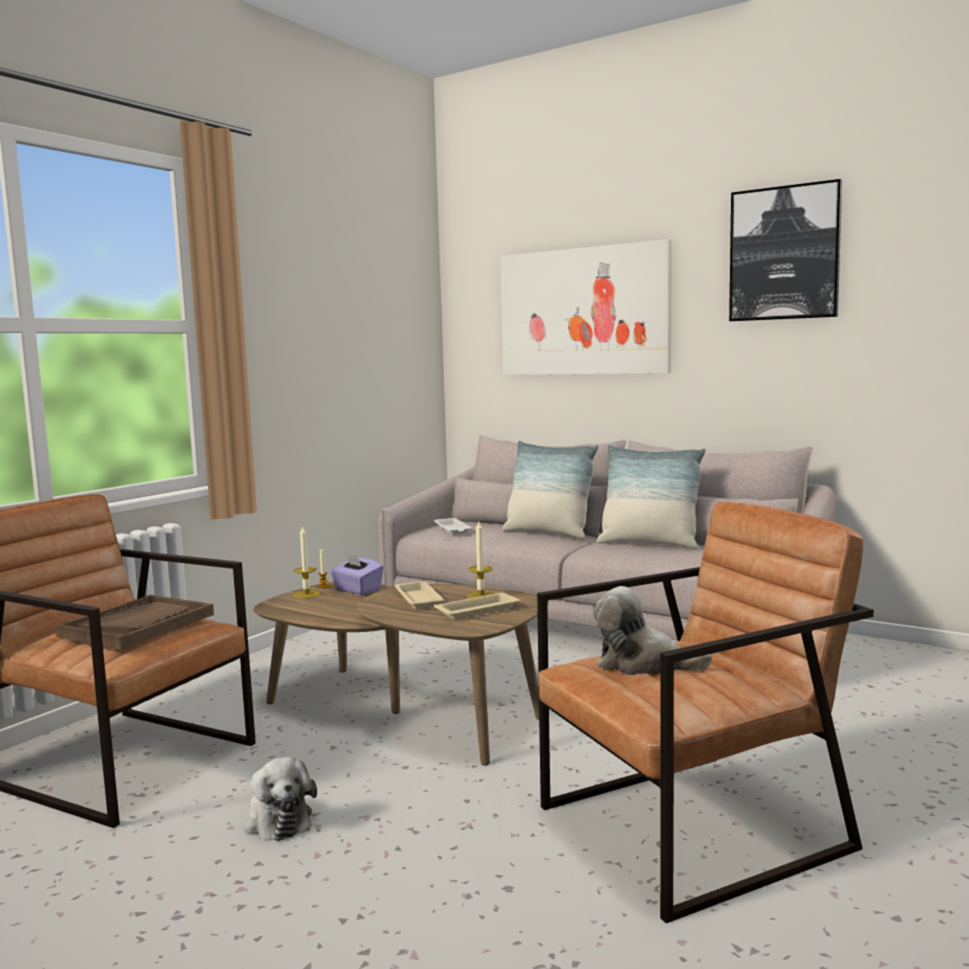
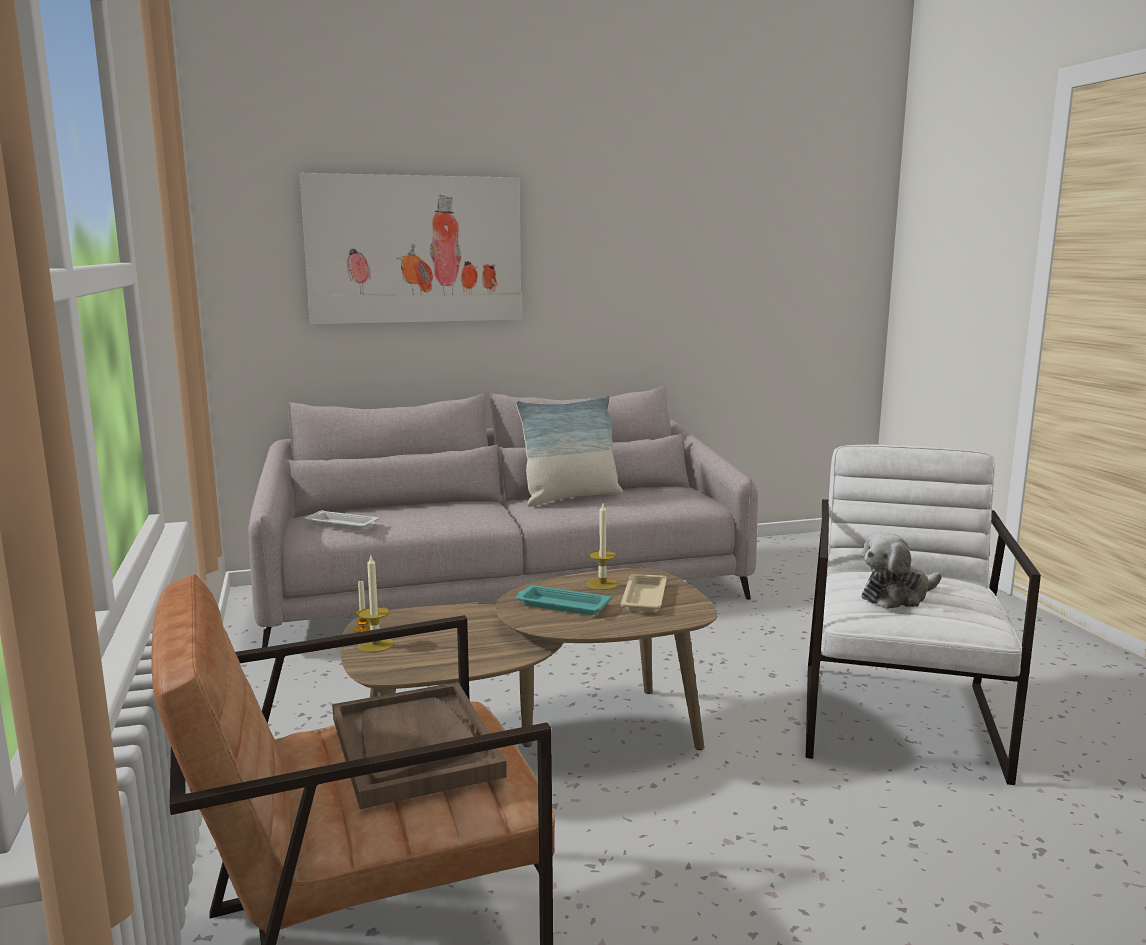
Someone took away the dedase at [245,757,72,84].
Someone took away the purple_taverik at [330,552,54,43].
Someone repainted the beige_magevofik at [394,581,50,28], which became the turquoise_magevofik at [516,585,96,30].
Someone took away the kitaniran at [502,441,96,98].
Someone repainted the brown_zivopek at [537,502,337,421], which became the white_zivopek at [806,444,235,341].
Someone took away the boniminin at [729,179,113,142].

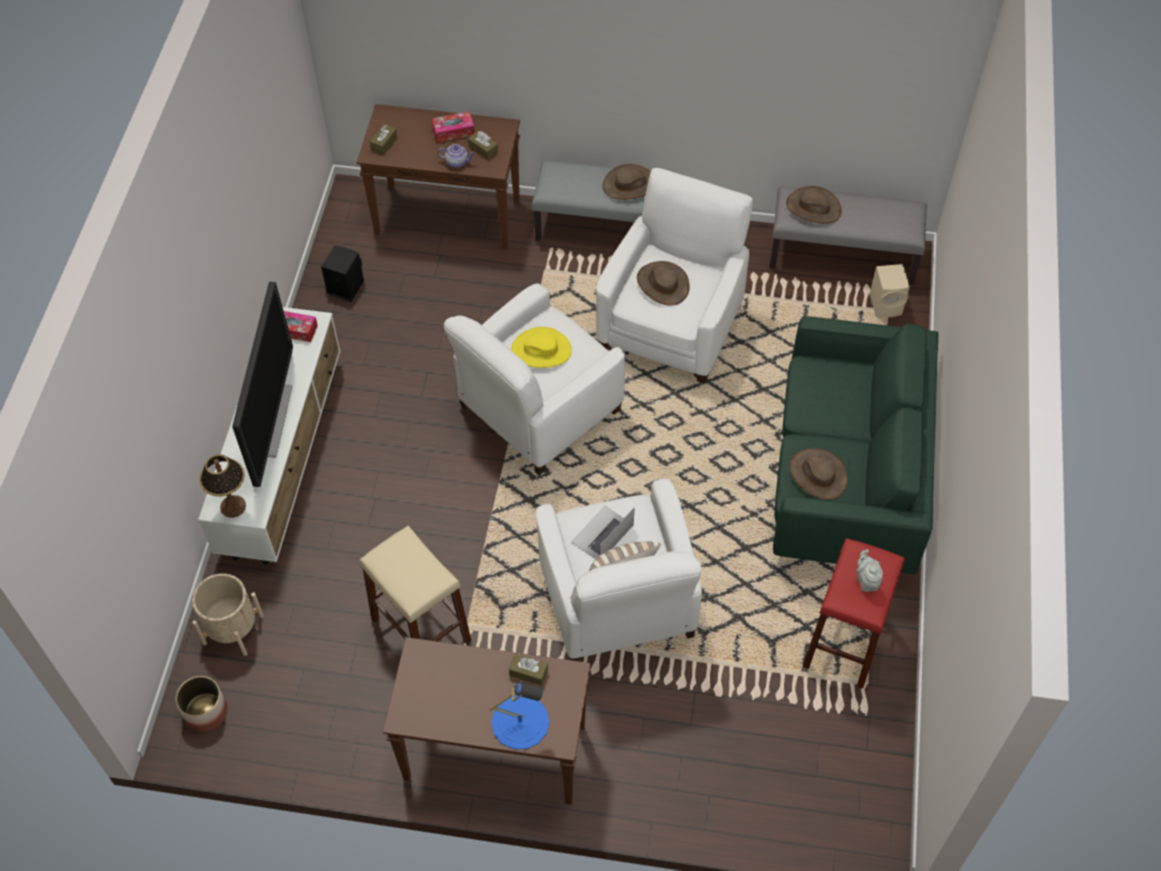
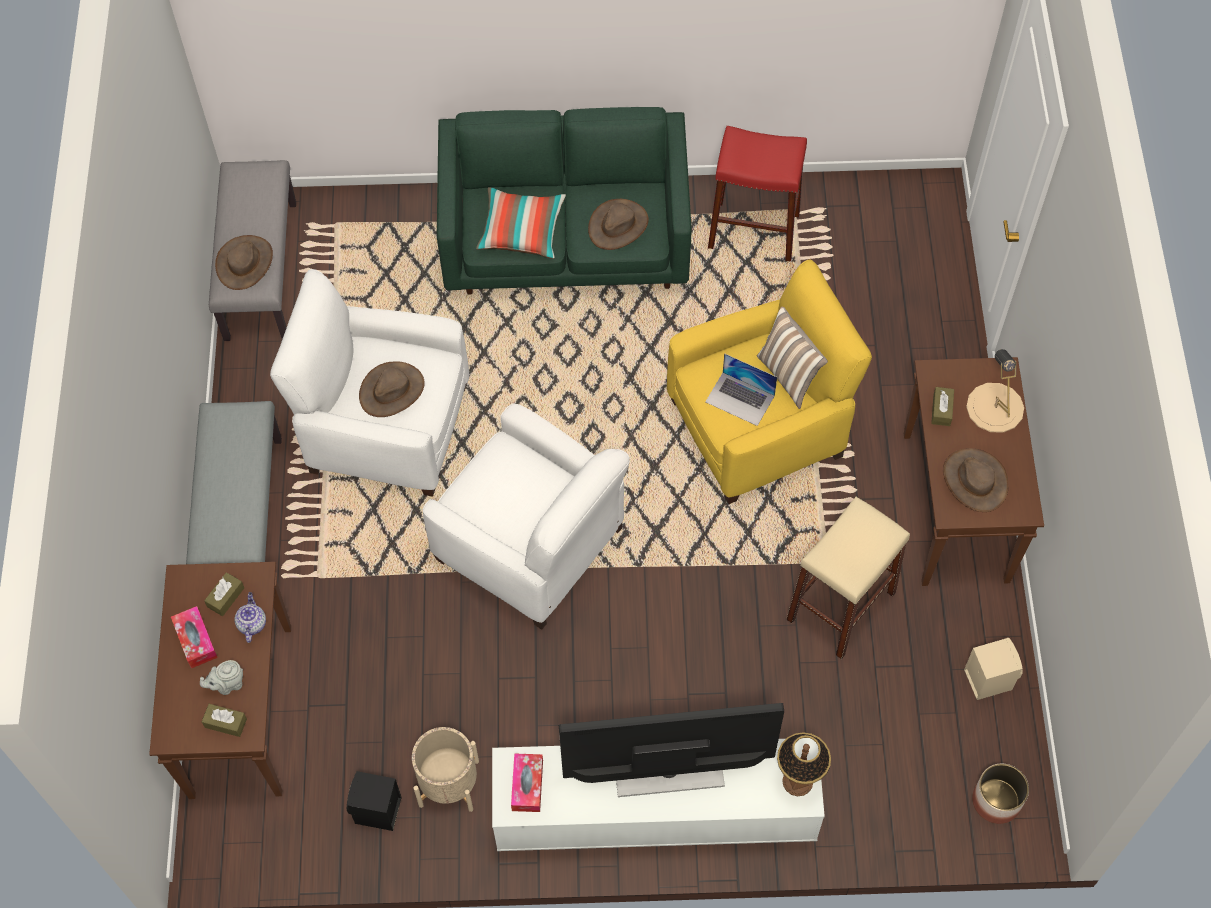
Someone carried the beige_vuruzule from [192,573,72,83] to [412,727,67,85].
Someone repainted the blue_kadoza at [489,681,61,68], which became the beige_kadoza at [966,349,58,84].
Someone took away the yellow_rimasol at [511,327,61,41].
Someone repainted the white_zivopek at [536,479,166,182], which became the yellow_zivopek at [667,260,205,244].
Someone carried the brown_rimasol from [602,164,49,36] to [943,448,66,64].
Someone carried the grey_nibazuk from [856,549,27,43] to [200,660,43,35].
Someone carried the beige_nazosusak from [870,264,40,53] to [964,638,59,62].
Someone put down the kitaniran at [476,187,90,72].

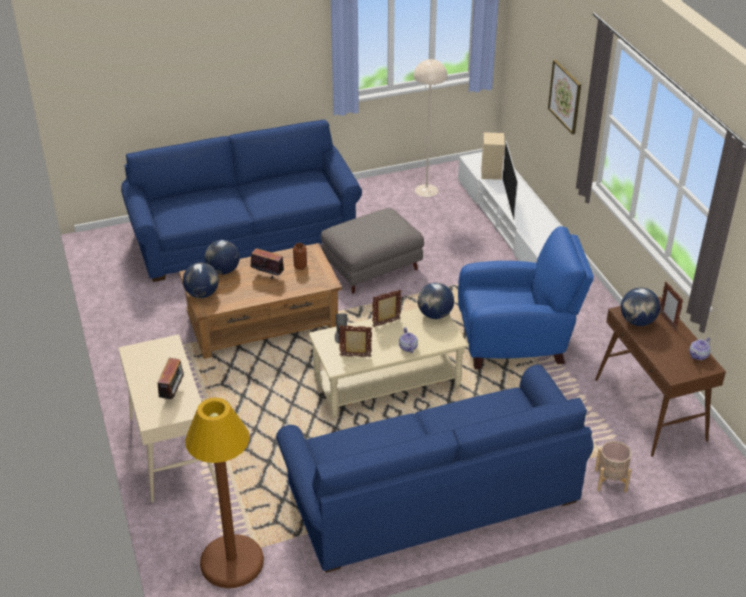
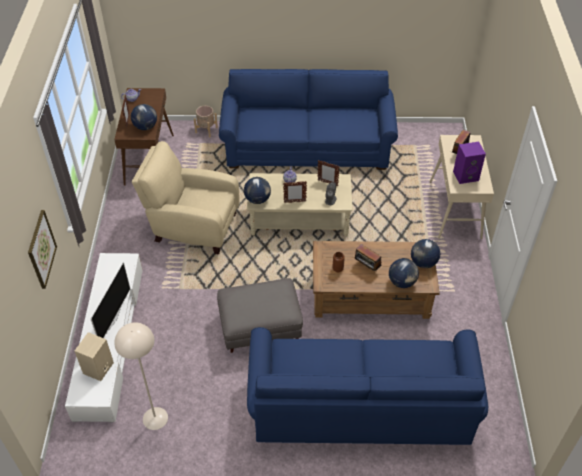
Someone took away the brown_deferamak at [185,397,79,191].
Someone repainted the blue_zivopek at [458,226,136,143], which became the beige_zivopek at [132,141,107,113].
Someone put down the purple_nazosusak at [453,142,33,42].

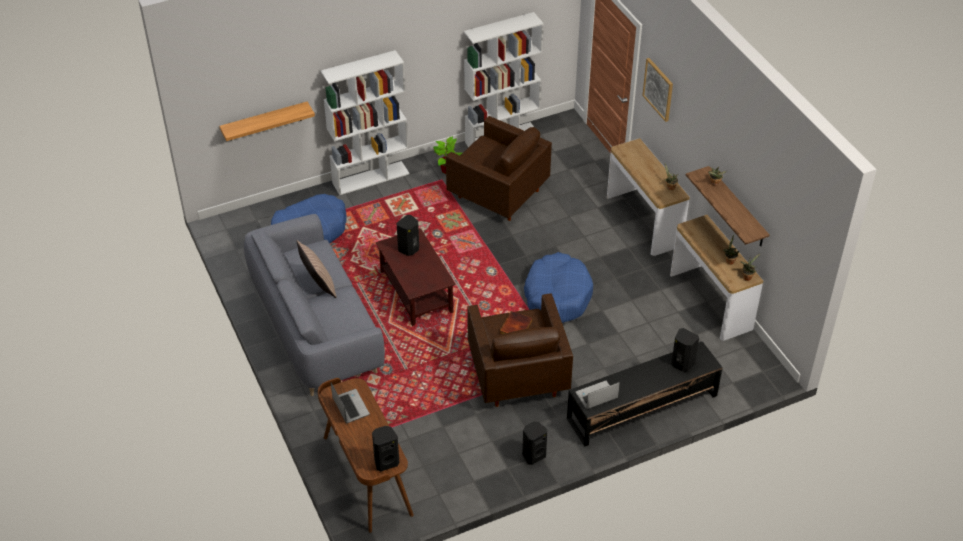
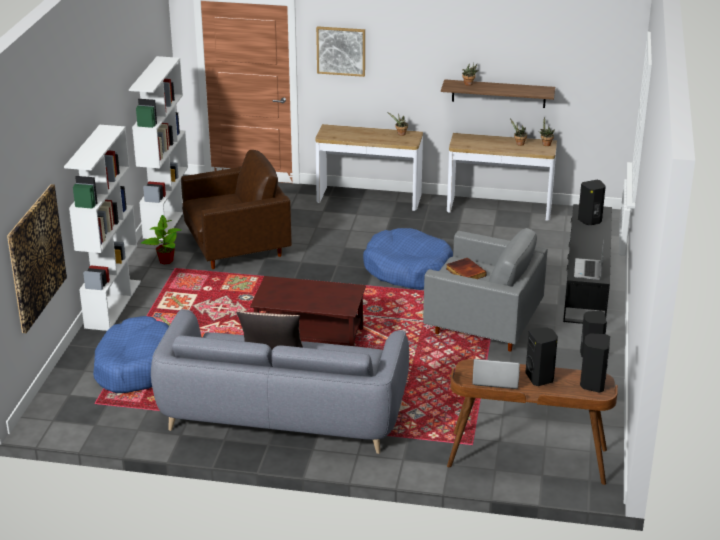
Someone swapped the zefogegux at [220,102,95,39] for the boniminin at [7,184,60,149].
Someone carried the black_nazosusak from [397,215,22,41] to [525,327,33,59].
Someone repainted the brown_zivopek at [467,293,106,114], which became the grey_zivopek at [423,228,125,124].

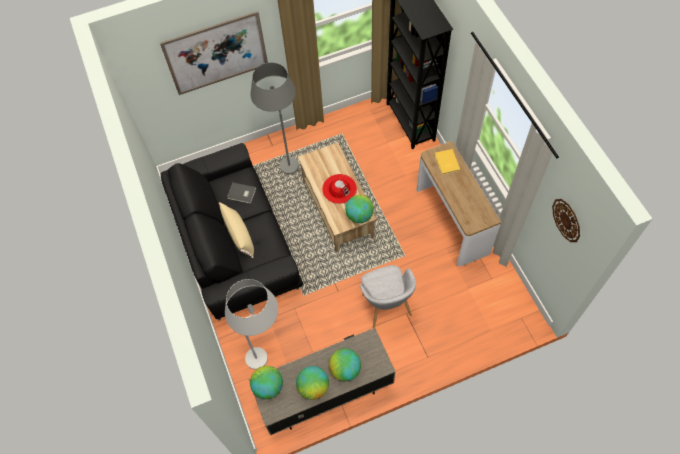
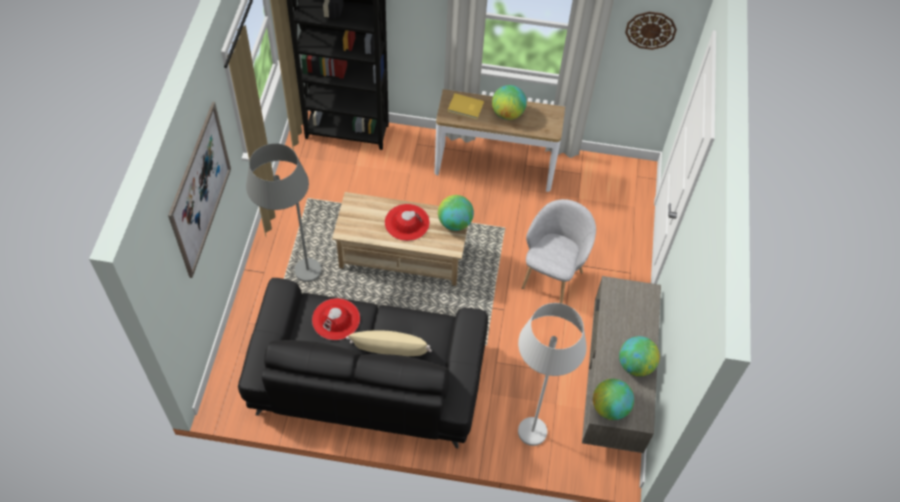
Someone swapped the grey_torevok at [227,183,29,21] for the red_rimasol at [312,298,48,42].
Someone carried the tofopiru from [329,348,32,33] to [492,85,35,35].
Someone rotated the grey_zivopek at [360,265,56,63] by 75 degrees counterclockwise.

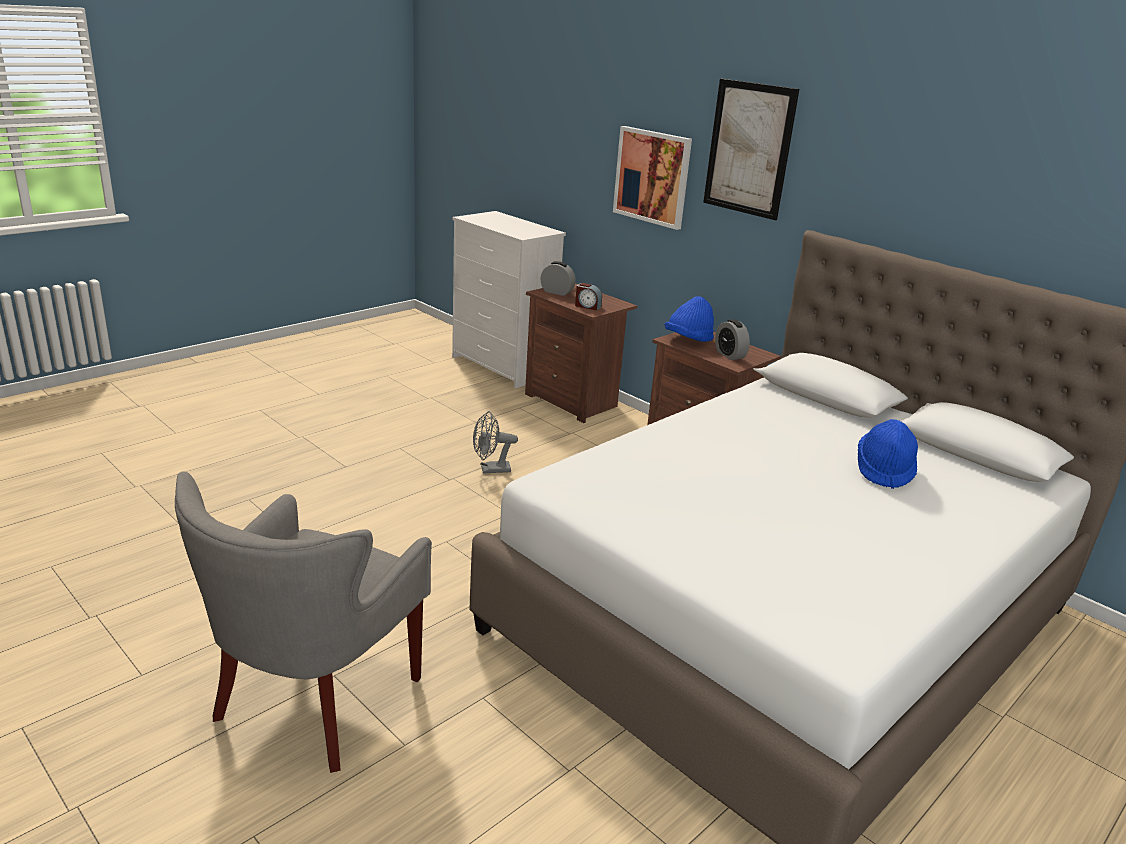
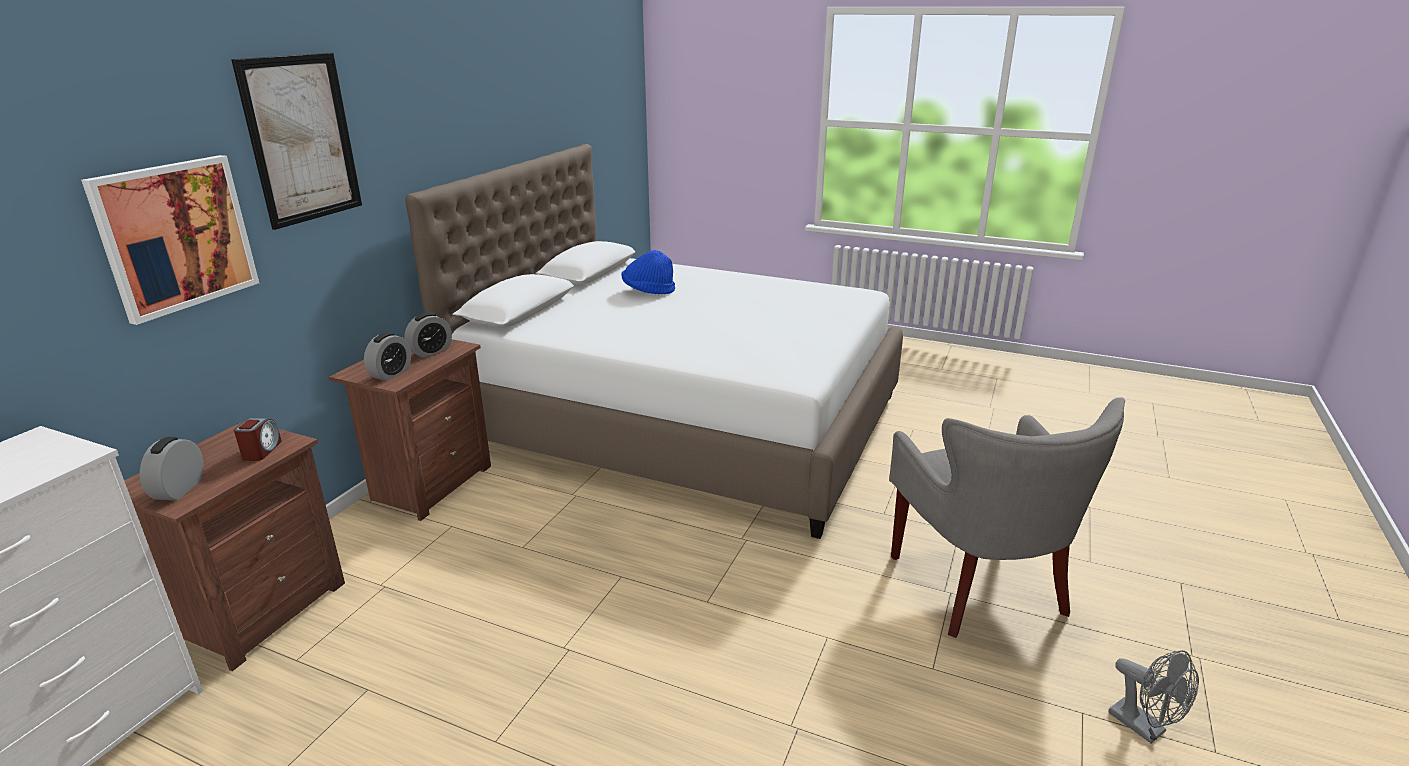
Someone rotated the grey_zivopek at [175,471,257,302] by 75 degrees clockwise.
Someone carried the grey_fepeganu from [473,411,45,62] to [1108,650,91,93].
Someone swapped the blue_rimasol at [665,296,49,46] for the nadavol at [364,332,47,49].

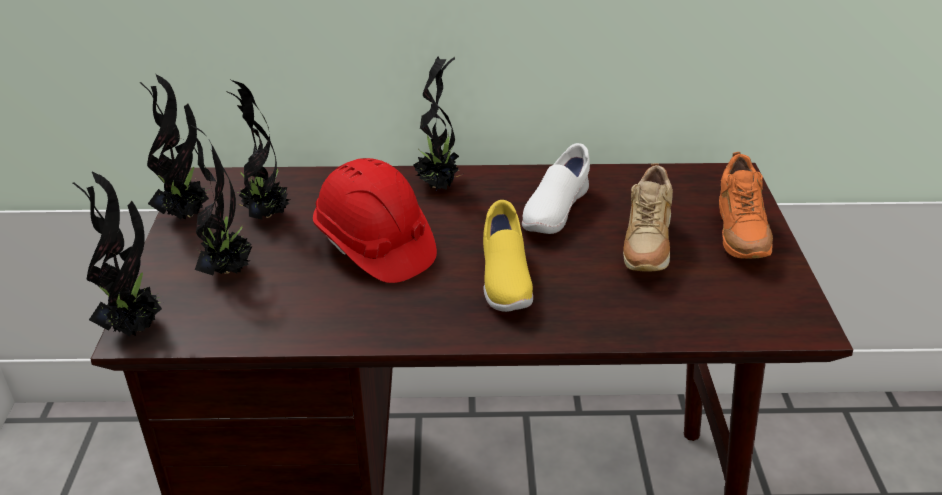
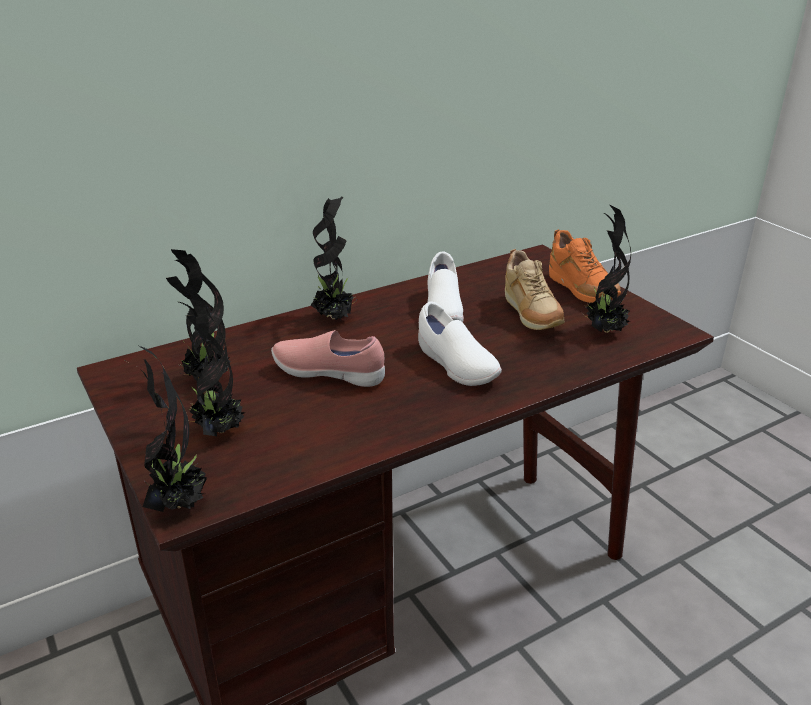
Someone carried the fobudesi from [139,74,71,146] to [581,205,50,128].
Someone swapped the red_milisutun at [313,158,124,125] for the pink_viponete at [271,330,114,57].
Someone repainted the yellow_viponete at [483,200,50,112], which became the white_viponete at [418,302,84,84].

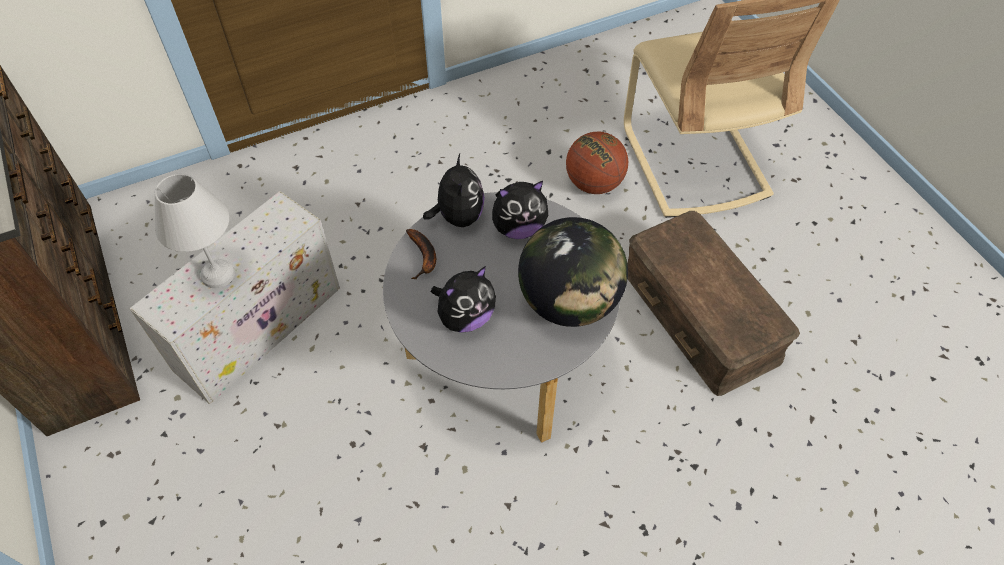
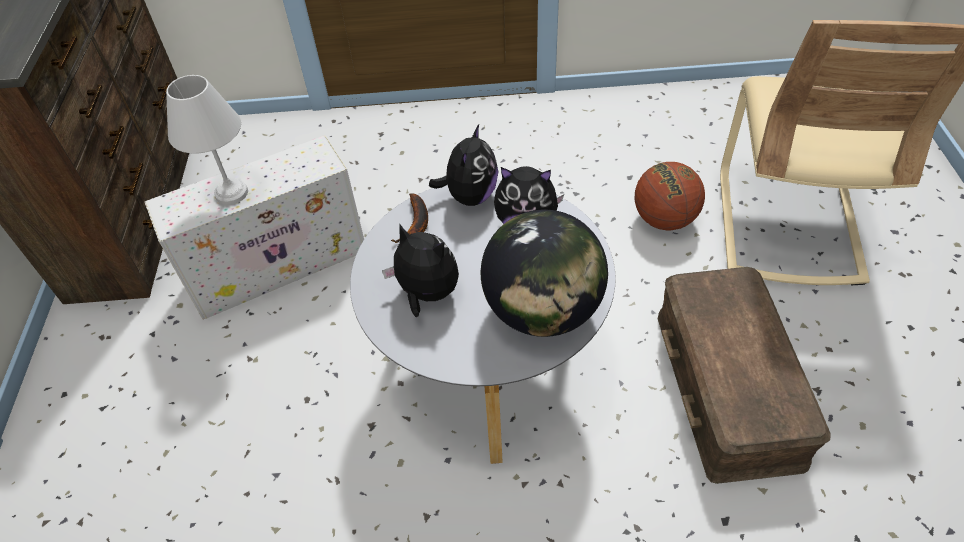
Someone rotated the dedase at [431,266,65,66] by 135 degrees counterclockwise.

